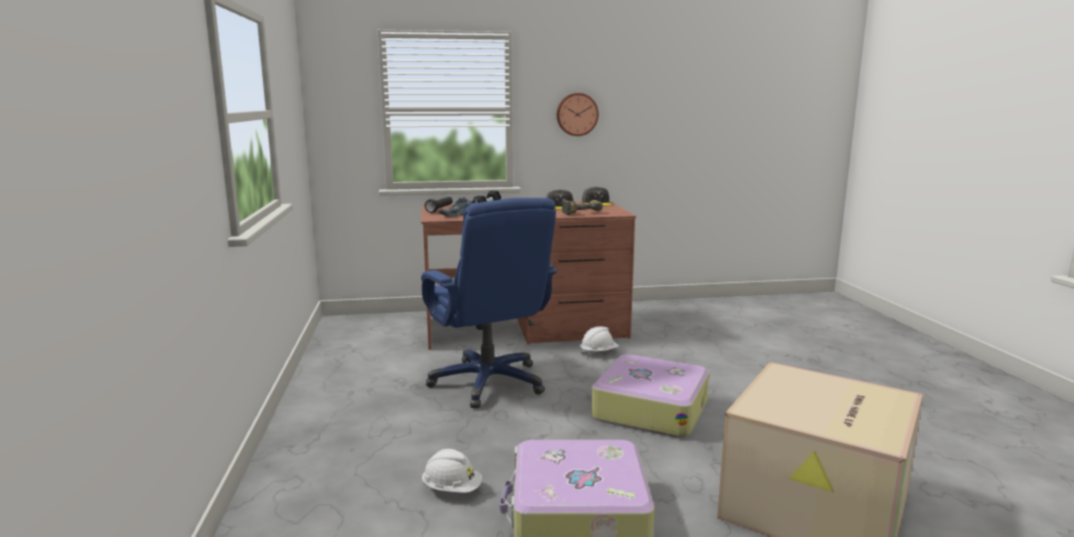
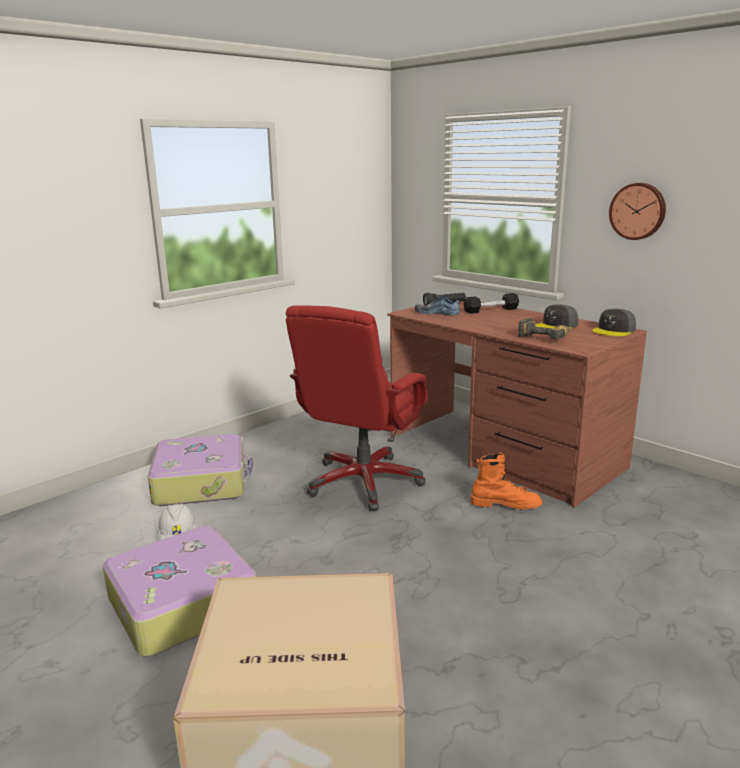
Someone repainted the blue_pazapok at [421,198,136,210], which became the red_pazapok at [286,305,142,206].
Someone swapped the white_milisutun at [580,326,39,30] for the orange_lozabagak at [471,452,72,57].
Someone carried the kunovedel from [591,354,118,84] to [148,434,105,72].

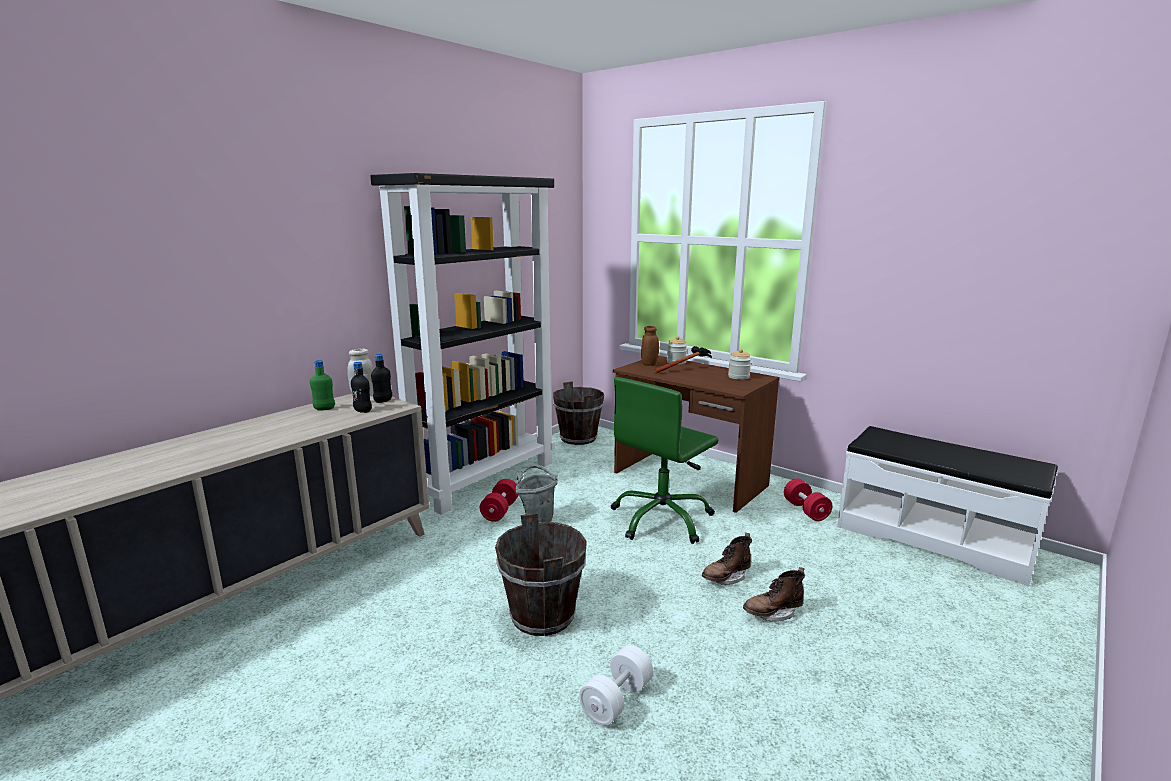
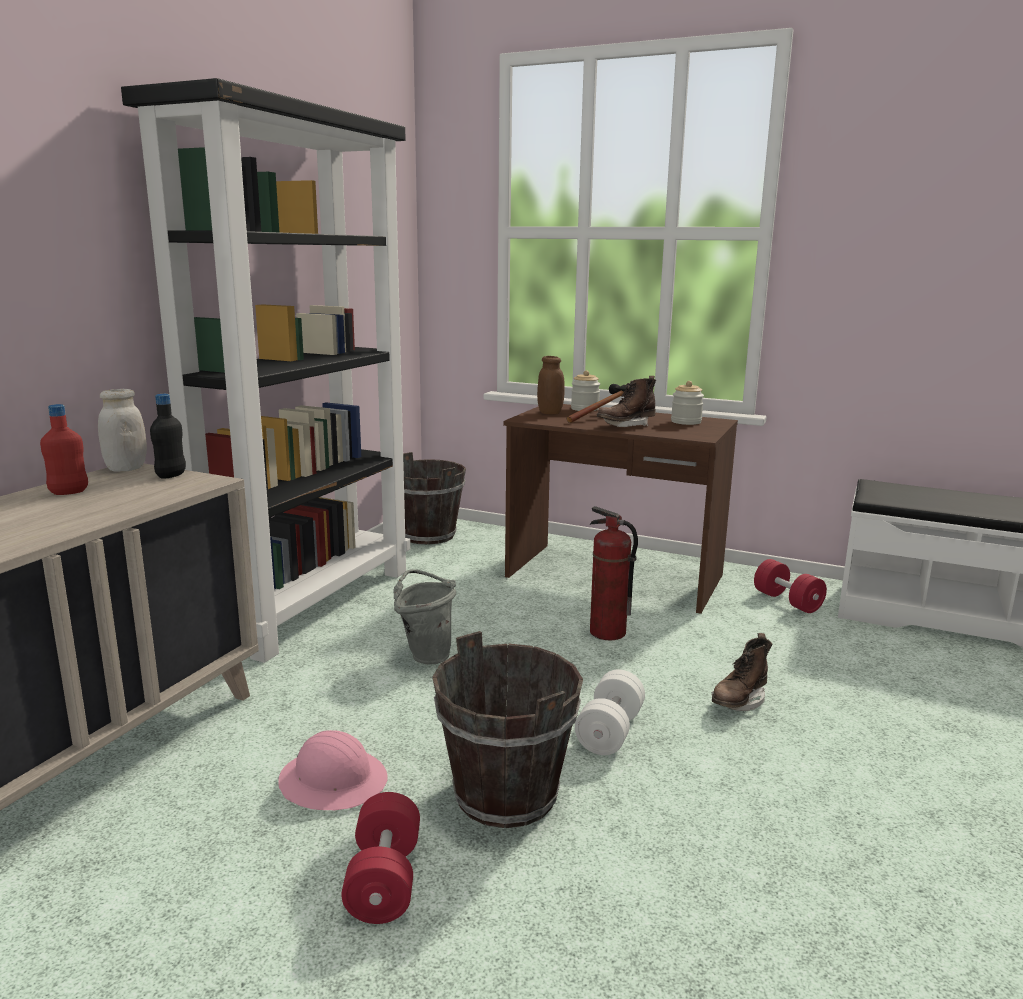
Someone repainted the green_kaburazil at [310,360,25,50], which became the red_kaburazil at [40,404,48,91].
Someone took away the black_kaburazil at [351,362,21,51].
Someone carried the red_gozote from [480,479,39,43] to [342,792,78,132].
Someone carried the white_gozote from [579,645,74,81] to [575,669,70,86].
Someone swapped the green_pazapok at [611,377,107,167] for the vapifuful at [590,506,48,134].
Someone carried the brown_lozabagak from [743,567,62,55] to [597,376,59,51].
Someone put down the pink_milisutun at [279,730,109,81].

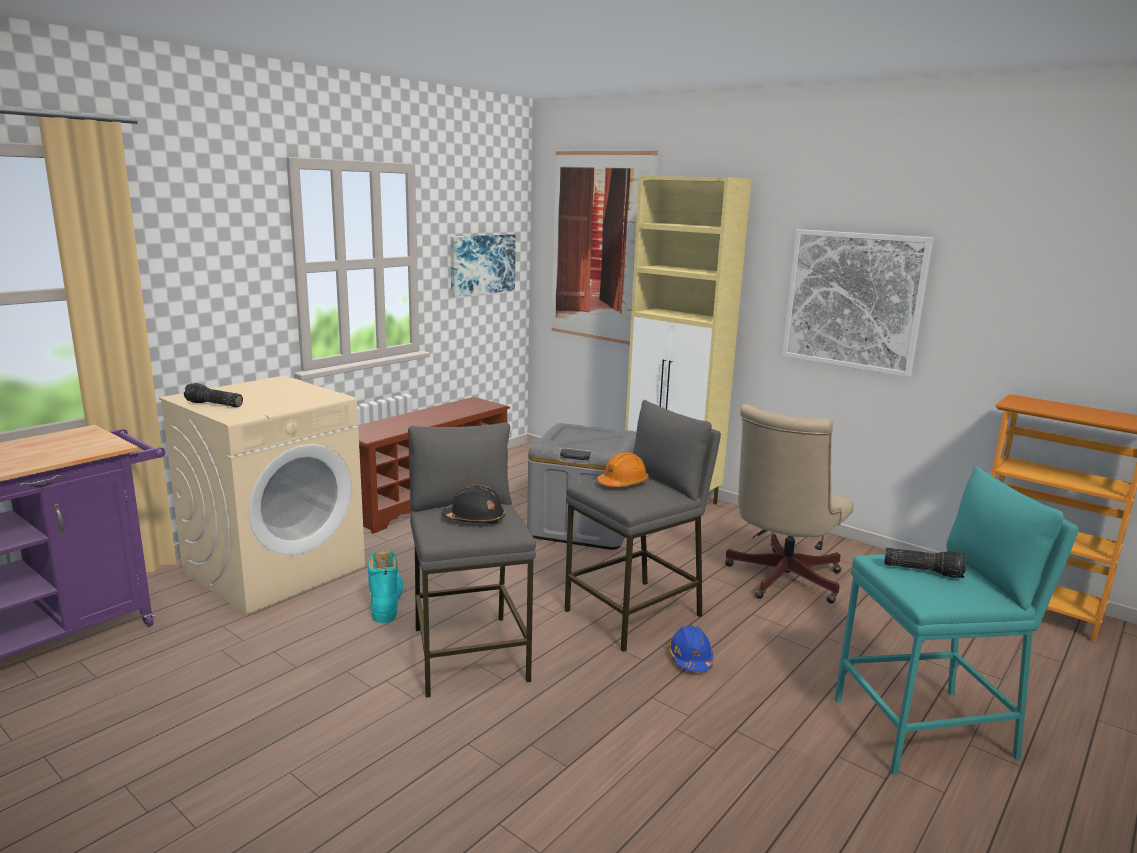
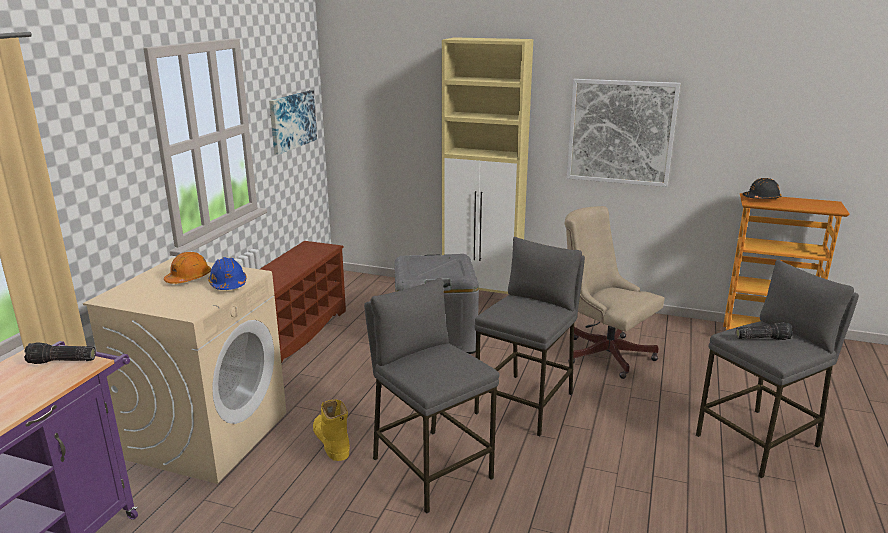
Someone carried the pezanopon from [184,383,59,24] to [24,342,72,22].
Someone repainted the turquoise_lozabagak at [368,551,35,72], which became the yellow_lozabagak at [313,399,37,62].
Someone carried the black_milisutun from [442,484,64,40] to [743,178,39,21].
Someone took away the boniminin at [551,151,107,194].
Someone carried the orange_milisutun from [597,452,52,35] to [164,252,47,32].
Someone carried the blue_milisutun from [669,625,45,47] to [208,257,39,33].
Someone rotated the beige_pazapok at [725,404,129,199] by 120 degrees clockwise.
Someone repainted the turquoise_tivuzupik at [834,466,245,309], which became the grey_tivuzupik at [696,260,163,218].

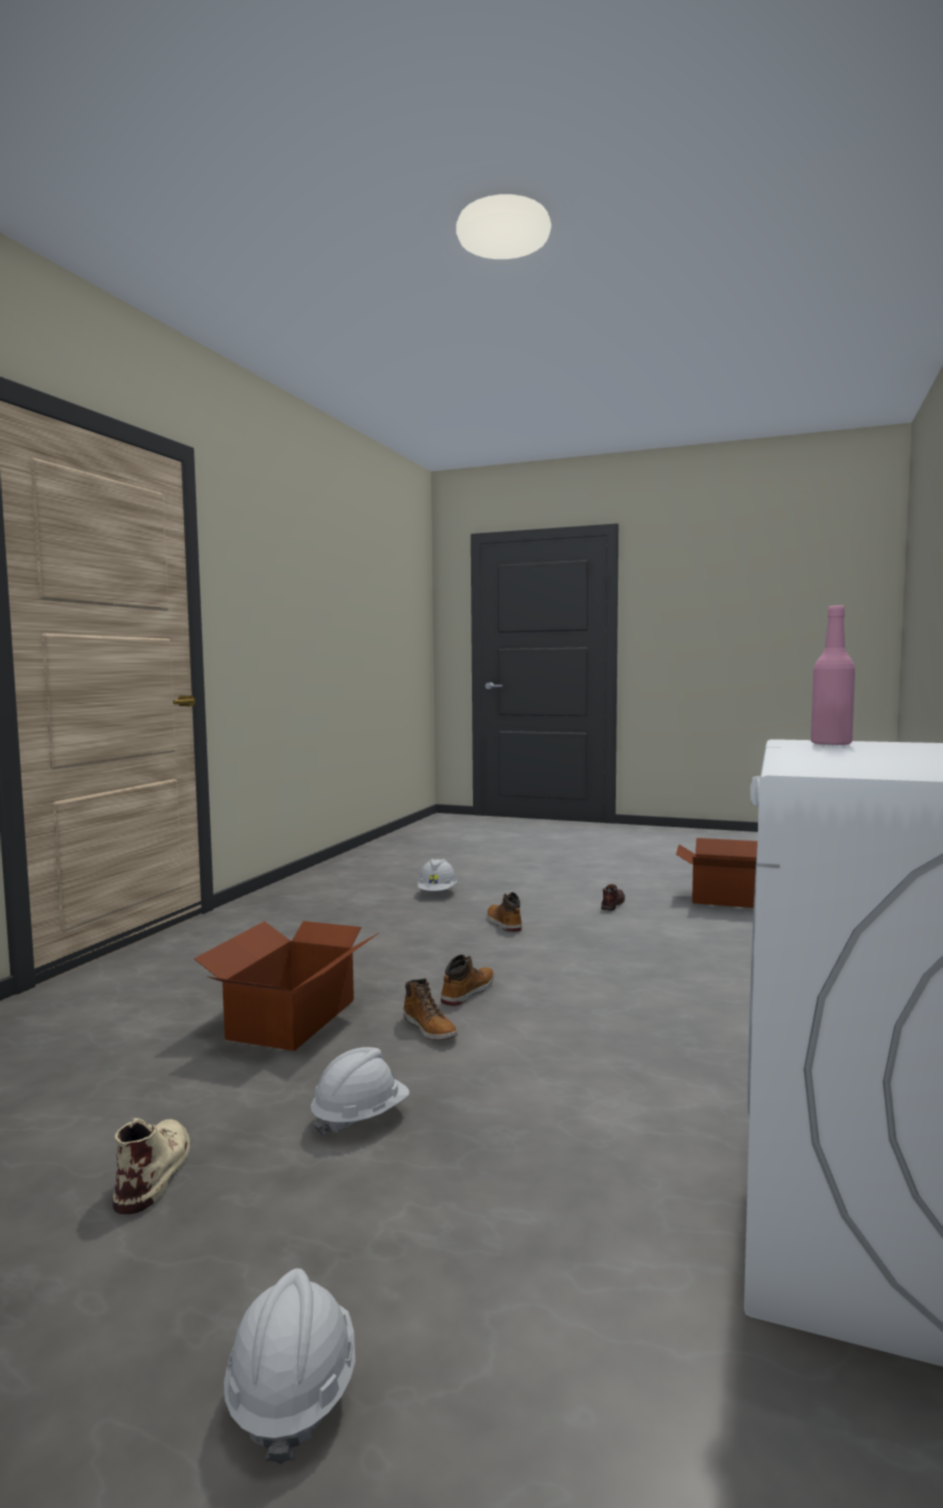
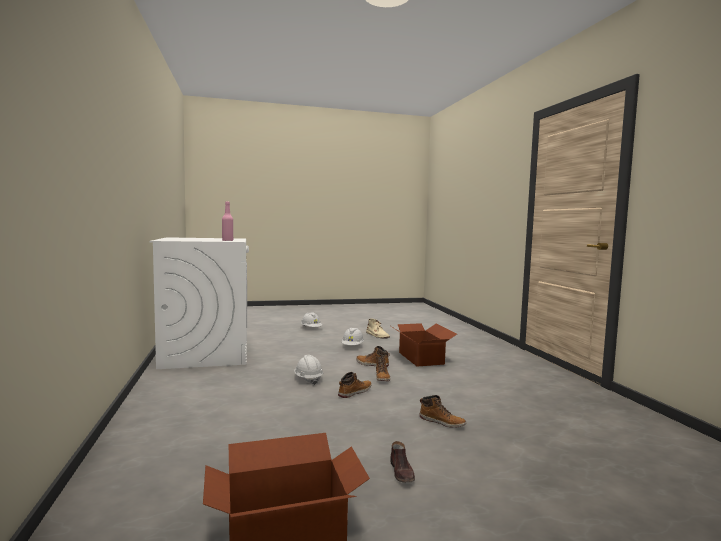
Someone carried the white_milisutun from [417,859,40,32] to [294,355,29,30].
Someone put down the lozabagak at [338,372,34,26].

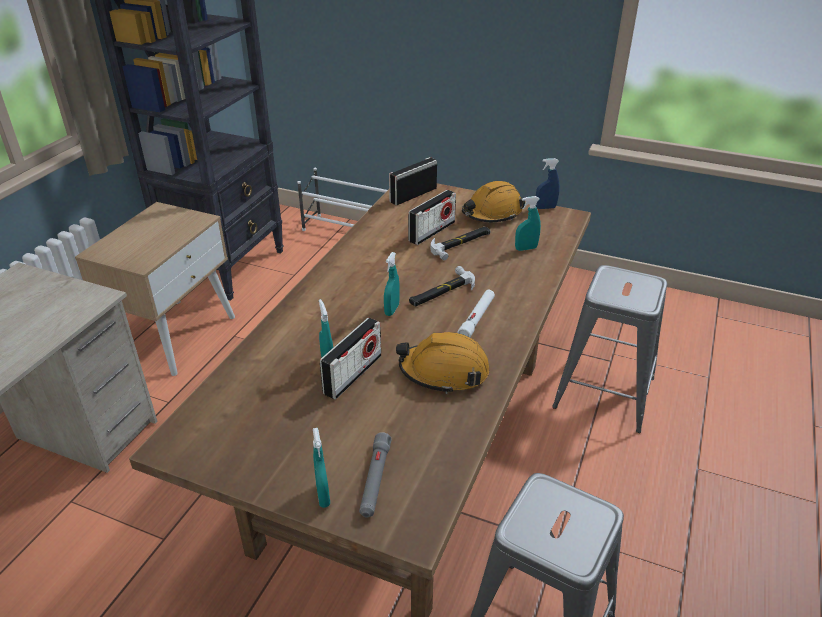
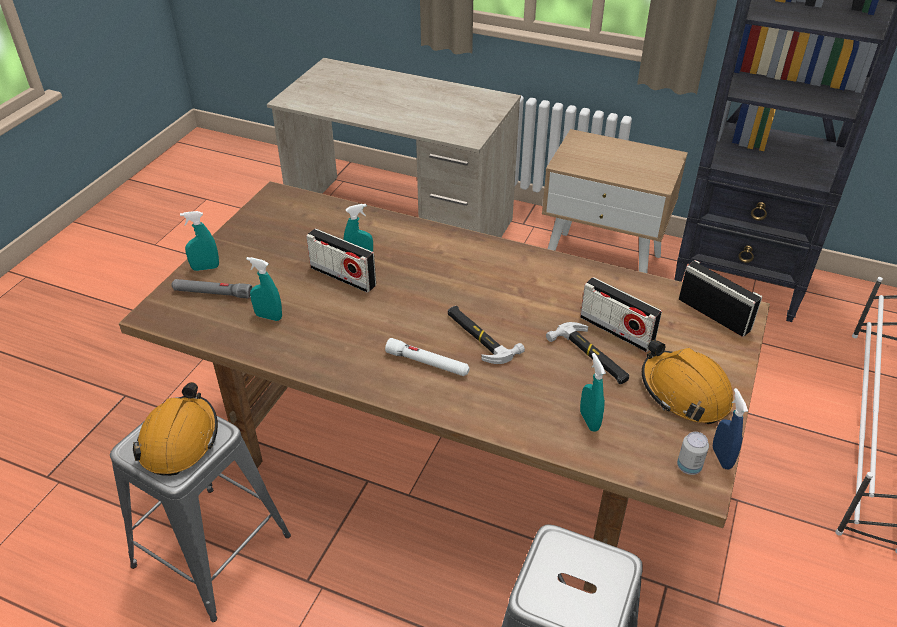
Someone carried the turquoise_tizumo from [384,252,16,64] to [246,257,36,64].
Someone carried the orange_milisutun from [396,332,94,62] to [133,382,85,94].
Someone put down the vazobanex at [677,432,32,43].

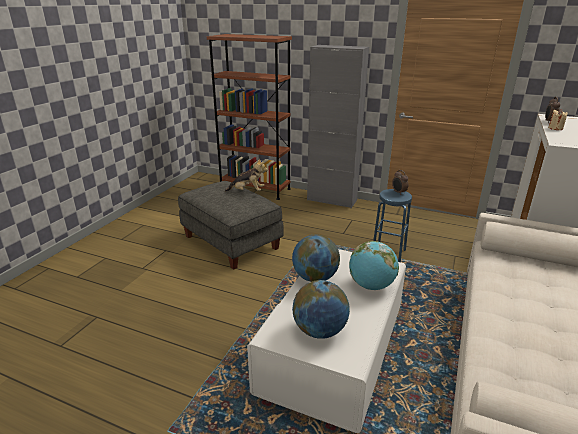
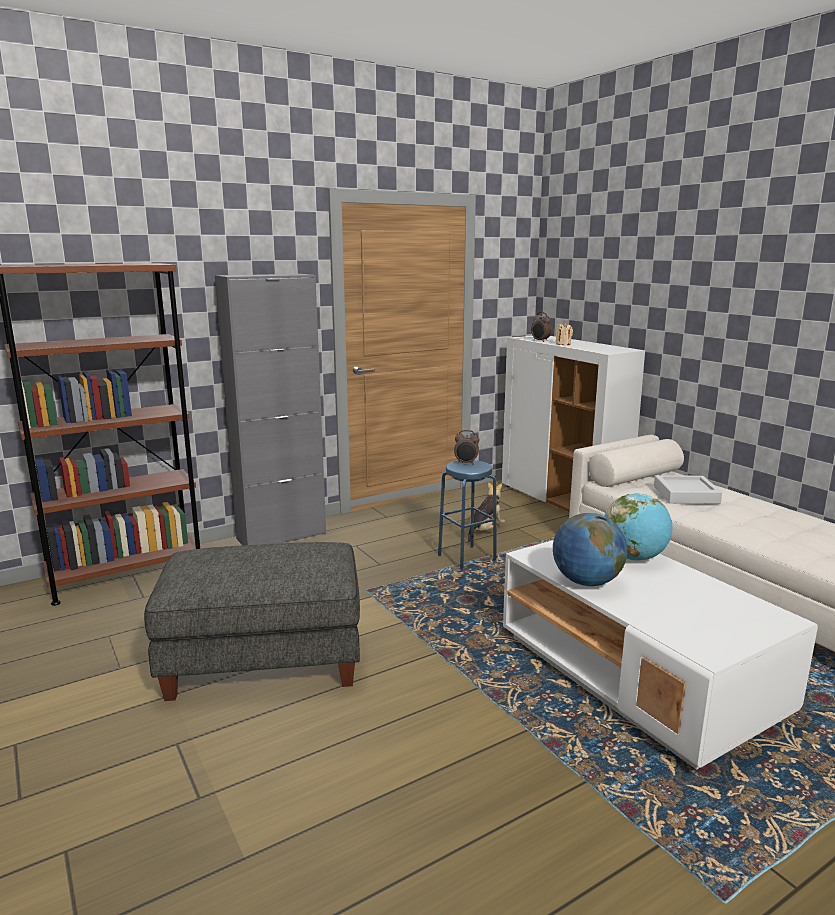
Someone carried the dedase from [225,159,43,33] to [468,482,37,60].
Someone took away the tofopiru at [292,280,58,59].
Someone put down the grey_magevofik at [654,475,68,29].

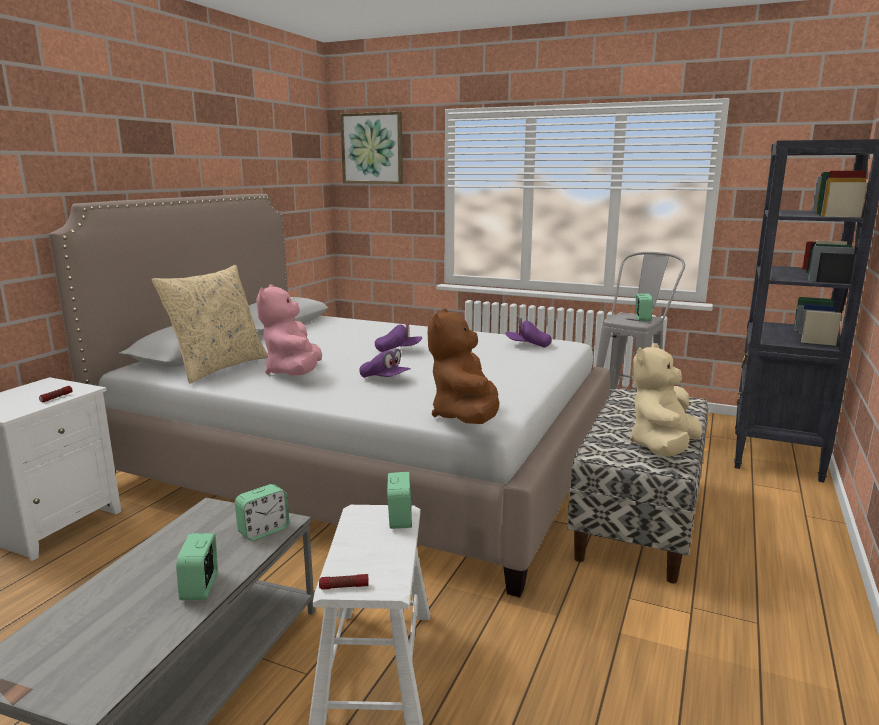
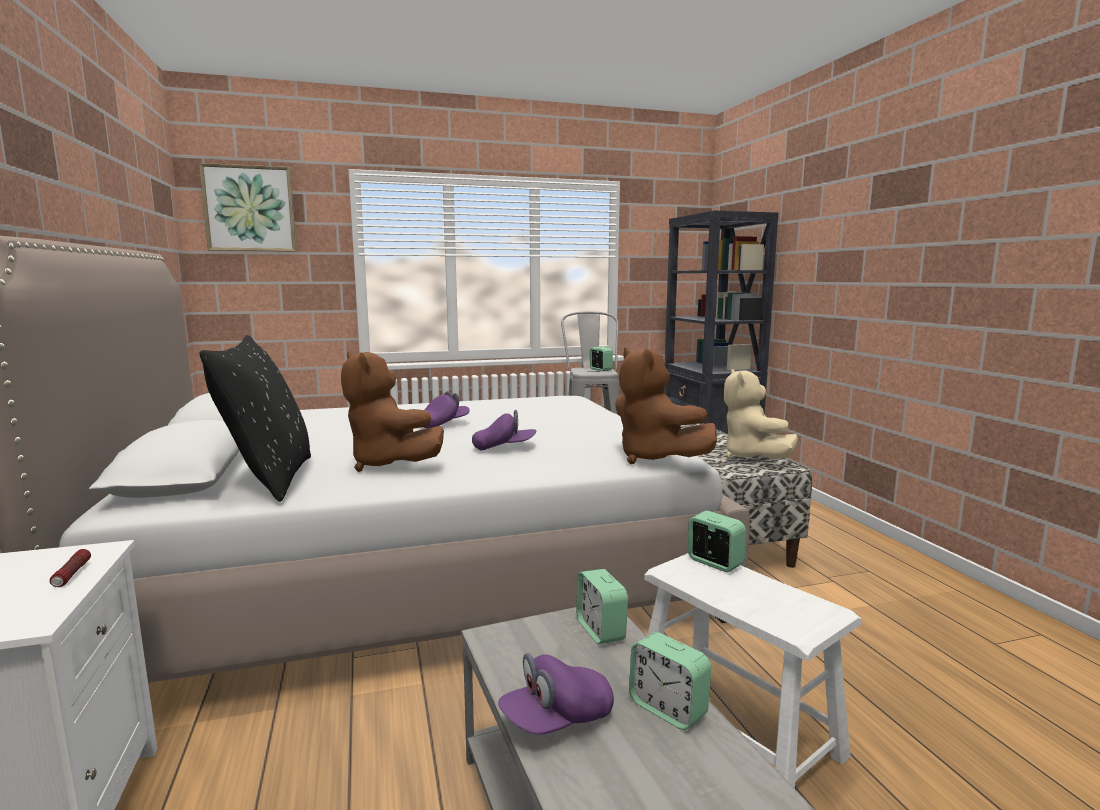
Someone repainted the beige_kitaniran at [152,265,116,119], which became the black_kitaniran at [199,335,112,167].
Someone rotated the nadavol at [235,484,54,57] by 150 degrees clockwise.
Someone repainted the pink_dedase at [256,285,66,91], which became the brown_dedase at [341,352,103,120].
Someone took away the pezanopon at [319,574,50,16].
Someone carried the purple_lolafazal from [505,318,47,29] to [498,653,116,82].

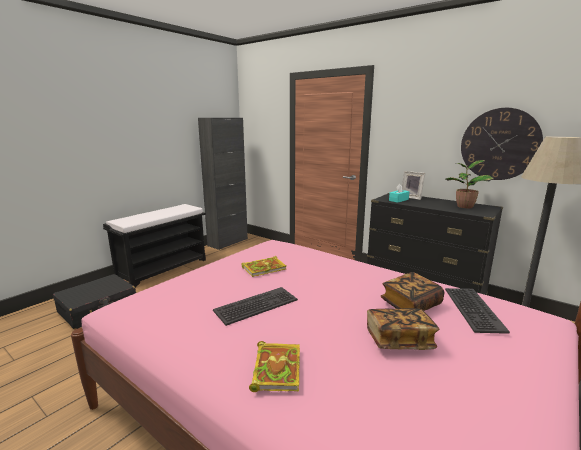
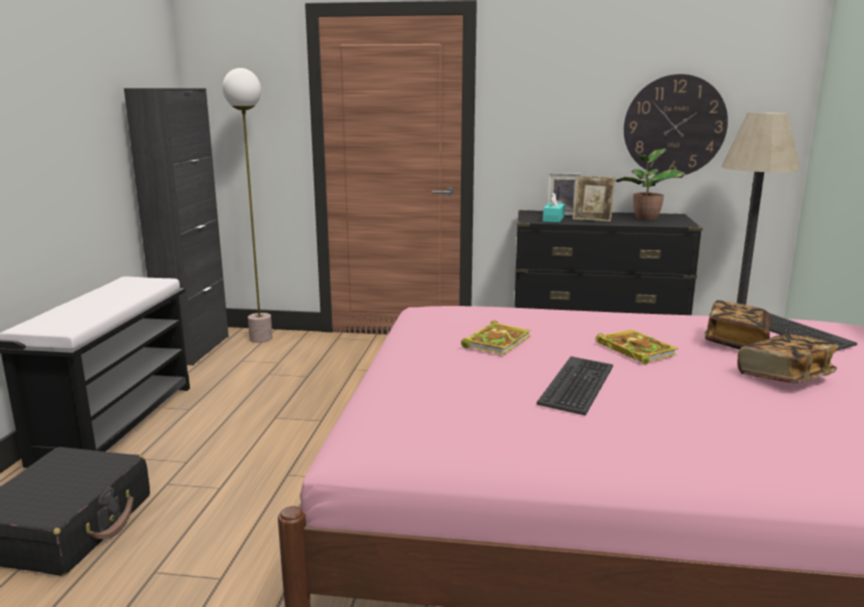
Someone carried the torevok from [249,341,51,51] to [595,330,83,35].
Someone put down the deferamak at [222,68,51,275].
Someone put down the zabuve at [573,175,43,47].

